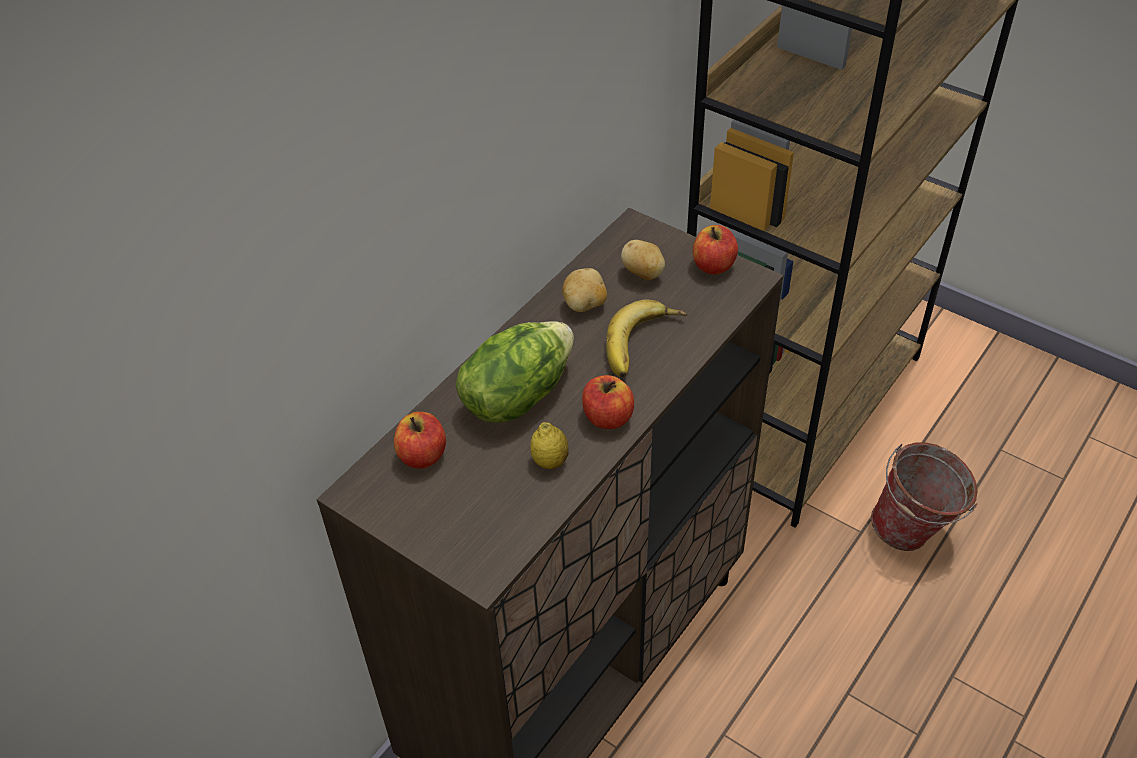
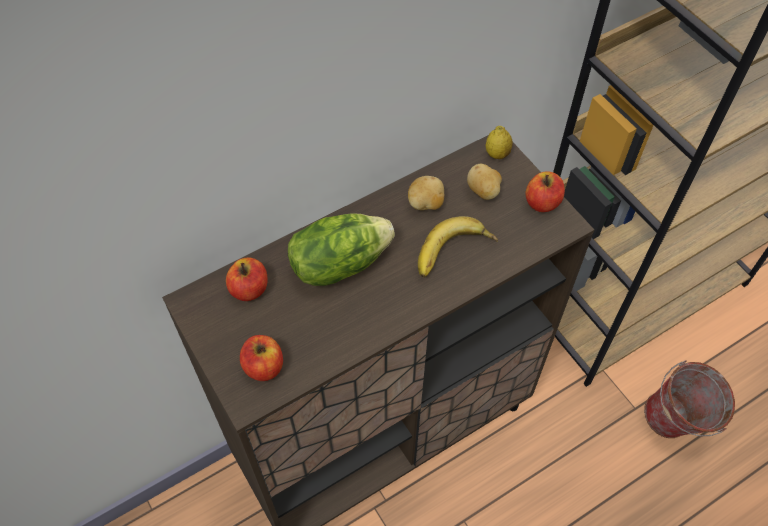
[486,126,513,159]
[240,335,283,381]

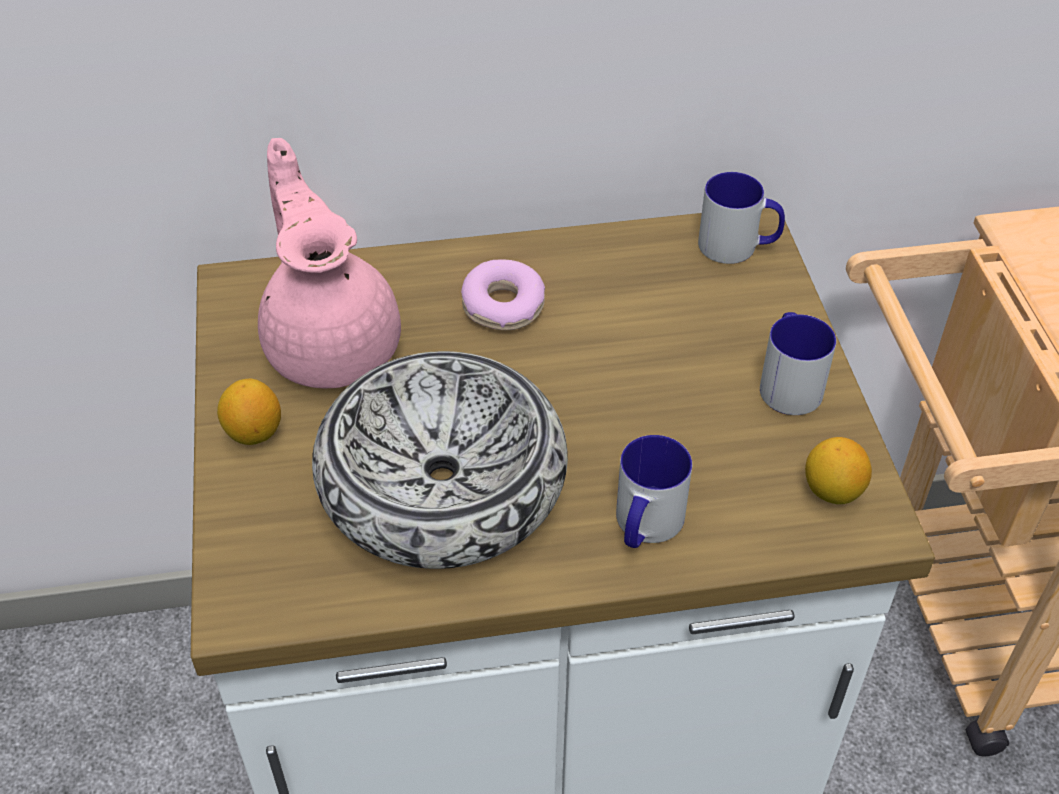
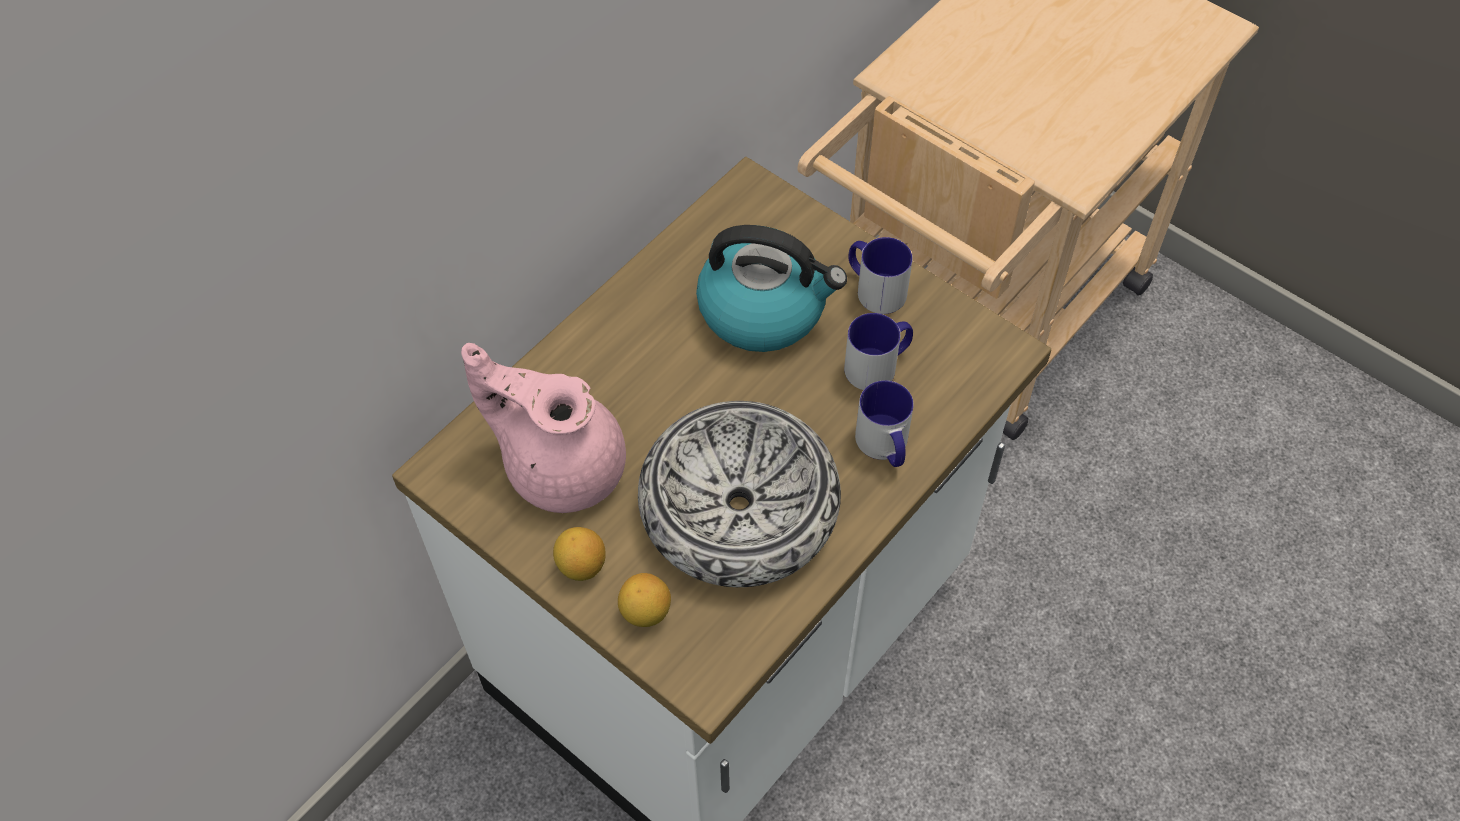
[461,259,545,330] (first image)
[696,225,847,352]
[844,313,913,390]
[618,573,671,627]

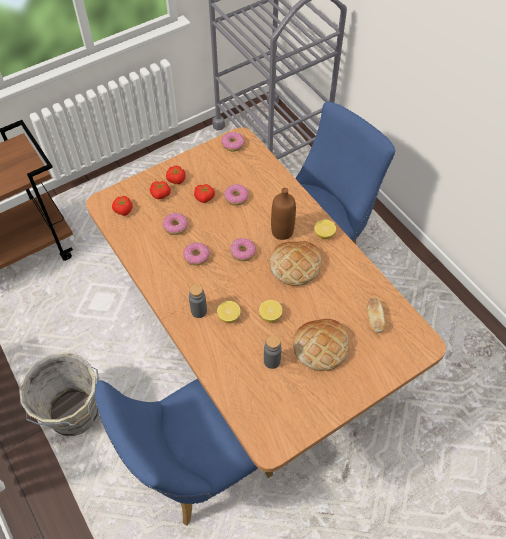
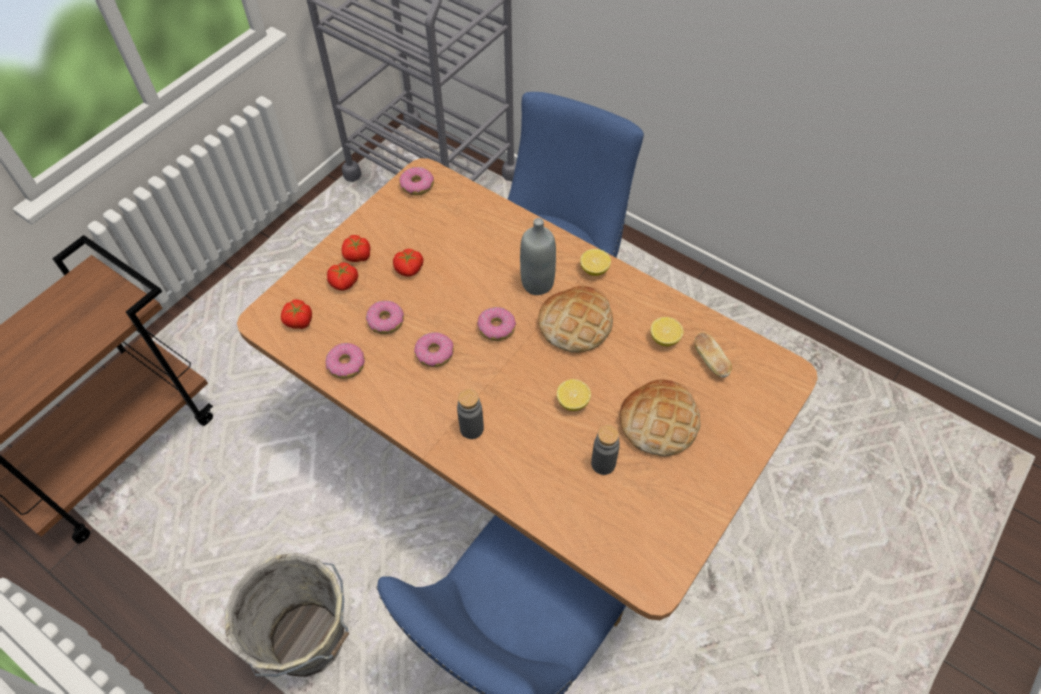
[651,317,684,346]
[325,343,365,379]
[520,218,556,295]

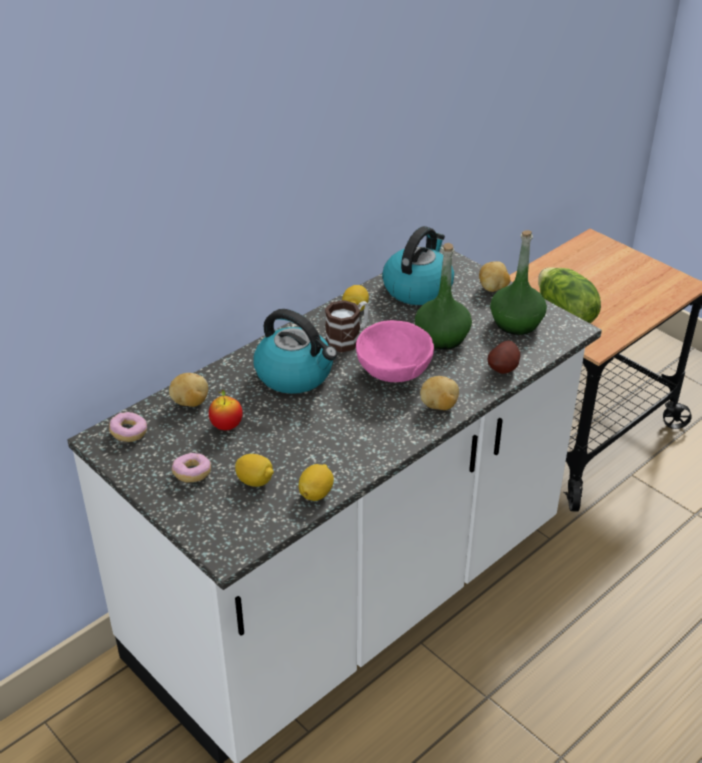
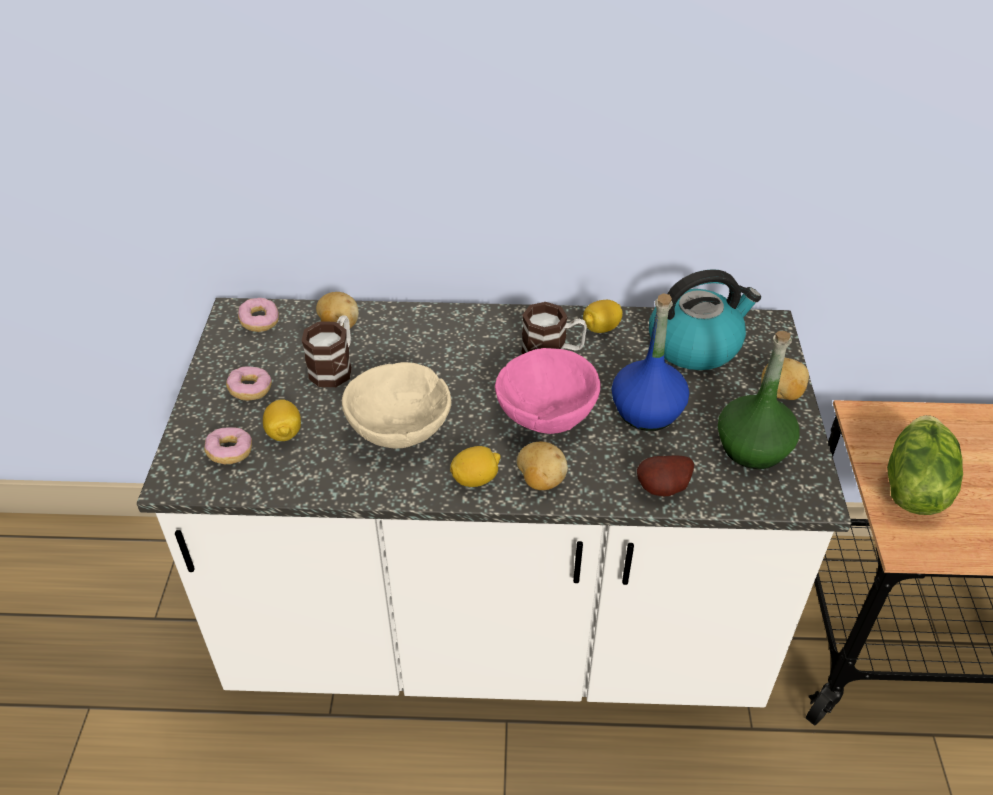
[253,309,337,394] (first image)
[204,427,252,464]
[342,362,451,448]
[450,446,500,487]
[302,315,352,387]
[612,293,689,431]

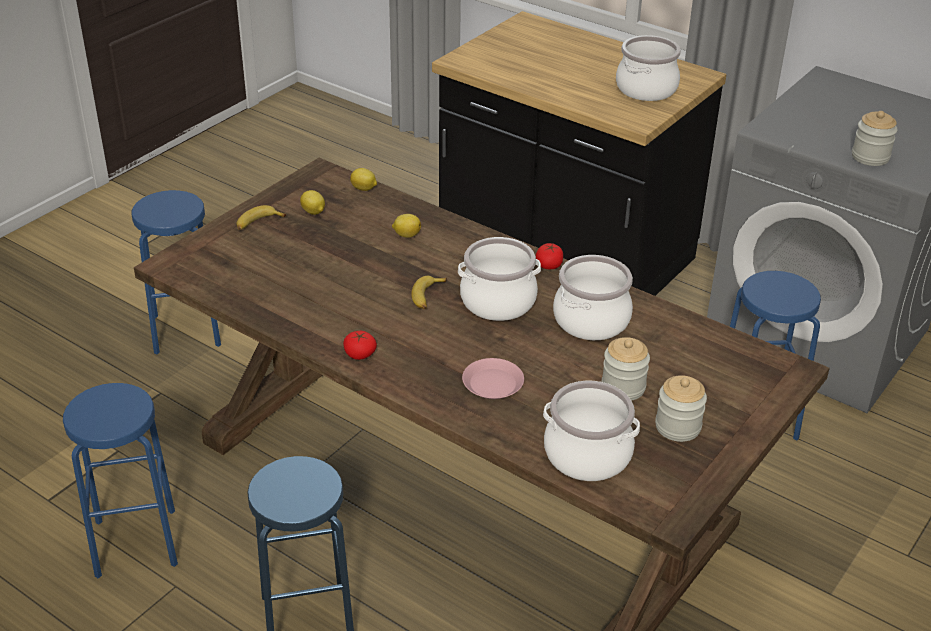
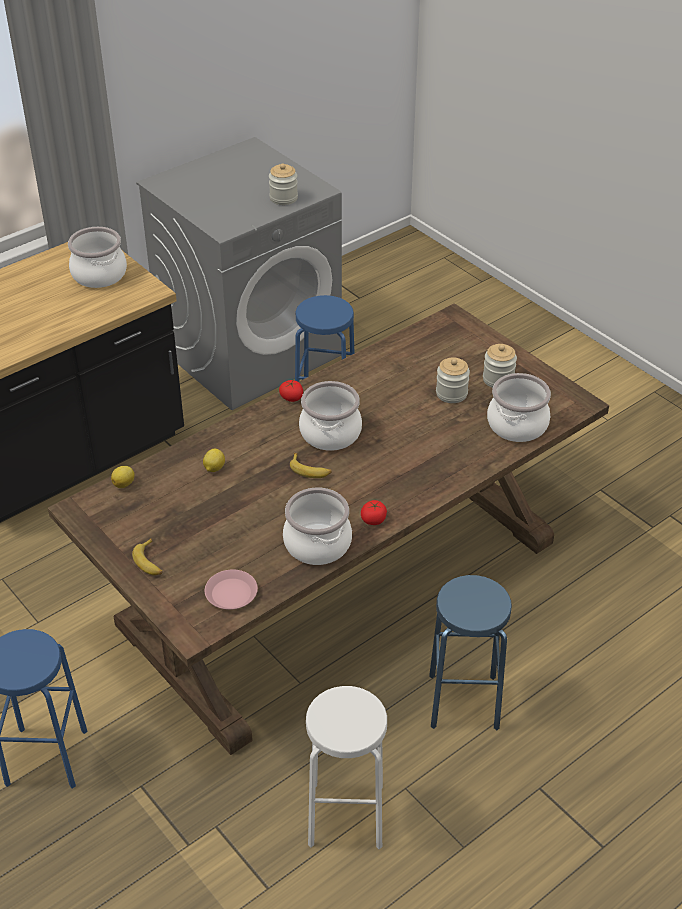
[300,190,325,215] (first image)
[205,570,258,610]
[283,488,352,565]
[306,686,387,849]

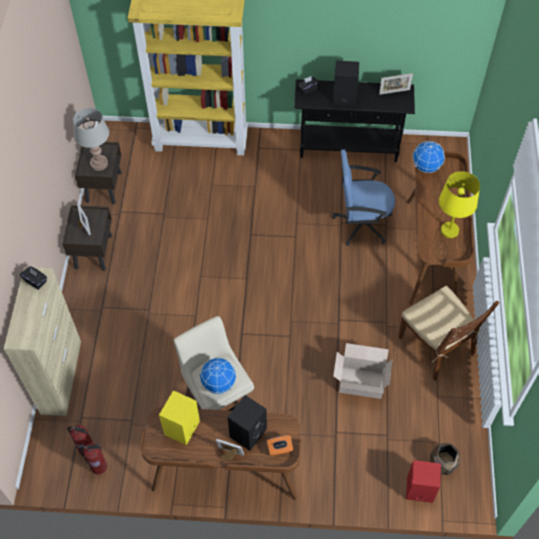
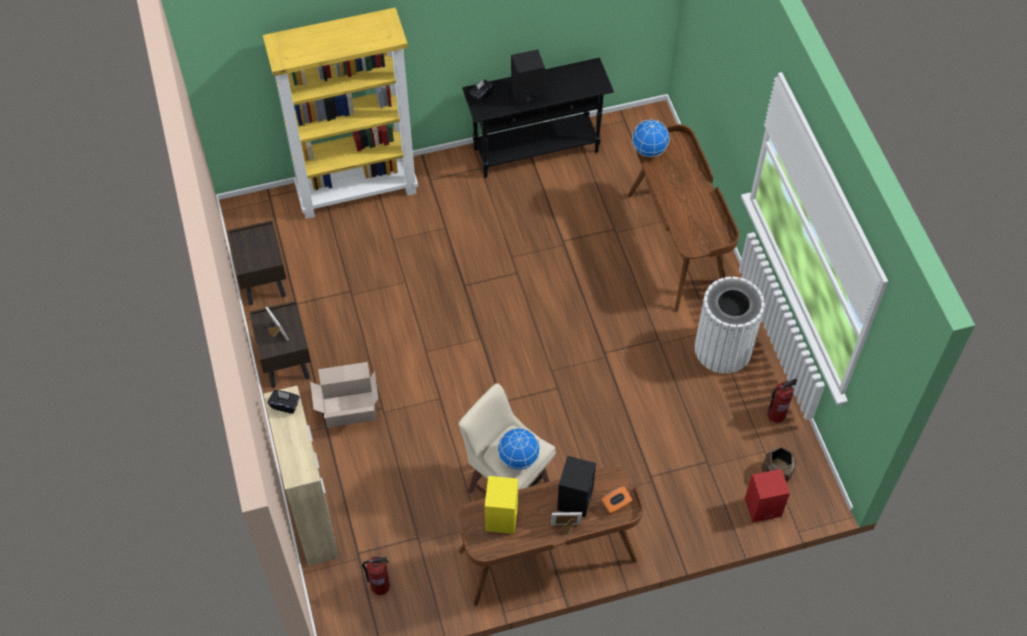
[73,108,109,171] (first image)
[332,149,395,246] (first image)
[379,73,413,95] (first image)
[439,171,480,238] (first image)
[768,379,797,423]
[310,362,378,428]
[694,277,765,374]

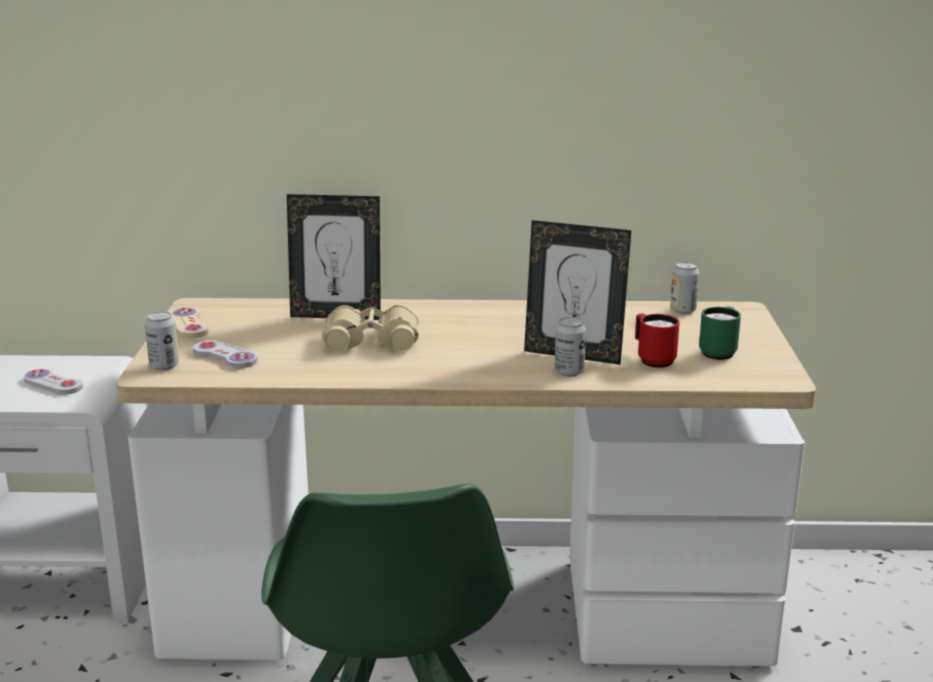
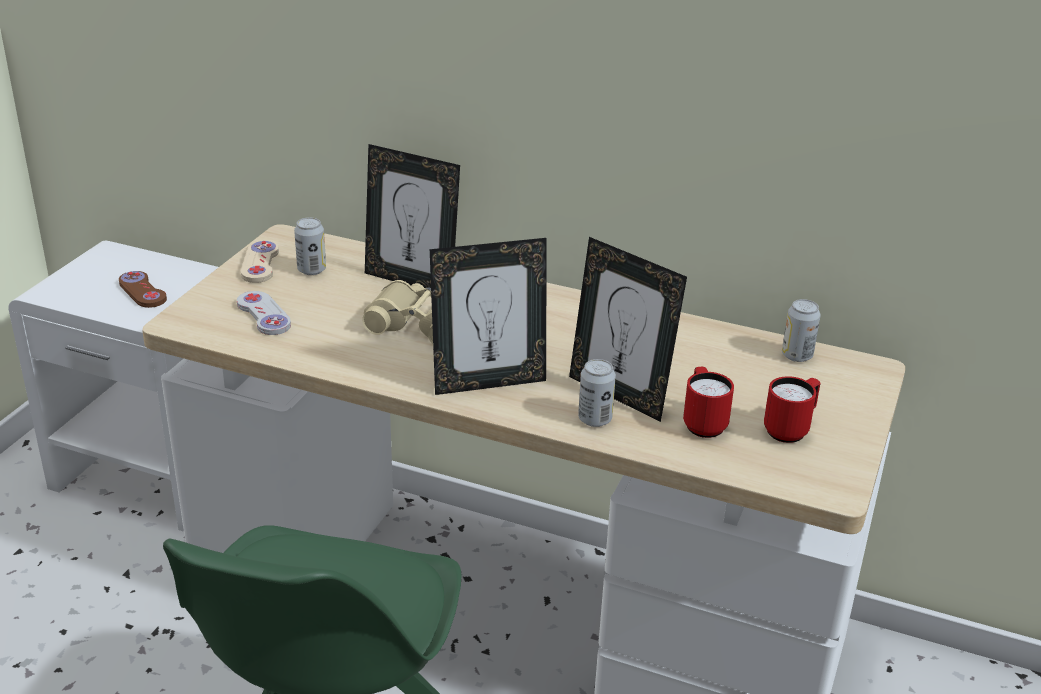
[430,238,547,395]
[294,217,326,275]
[119,271,167,308]
[764,376,821,443]

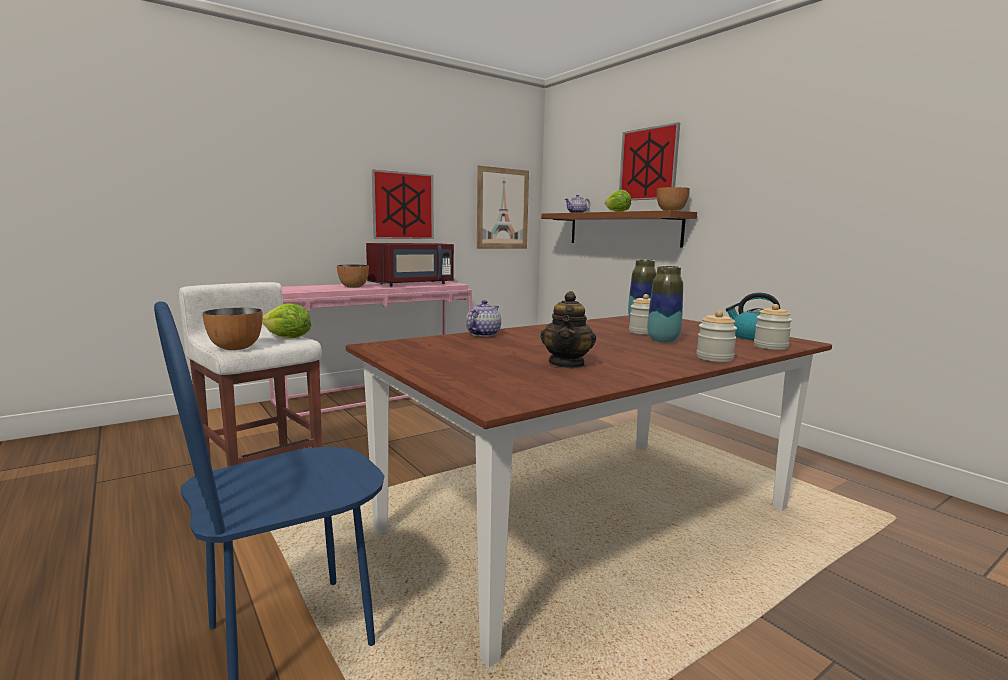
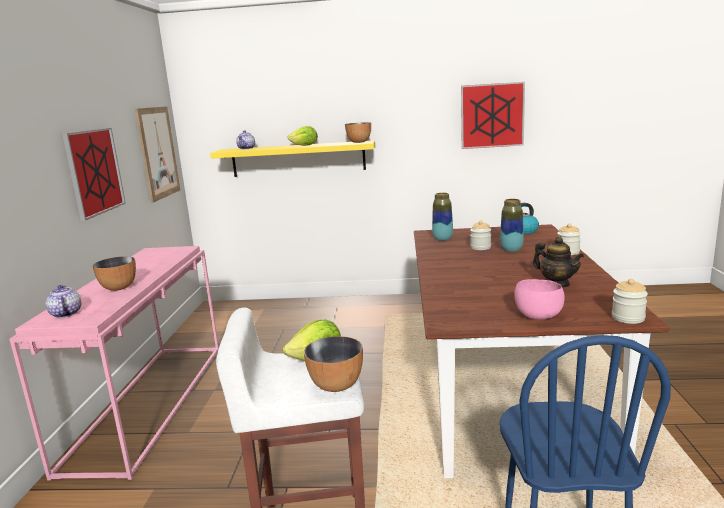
[366,243,454,286] (first image)
[514,279,565,320]
[46,285,81,318]
[461,82,525,149]
[612,279,648,324]
[210,140,375,177]

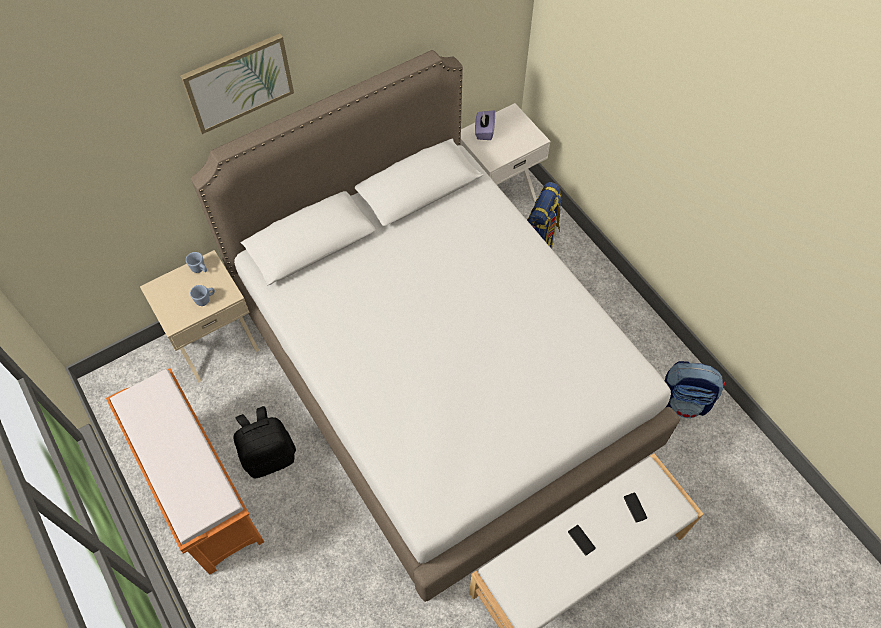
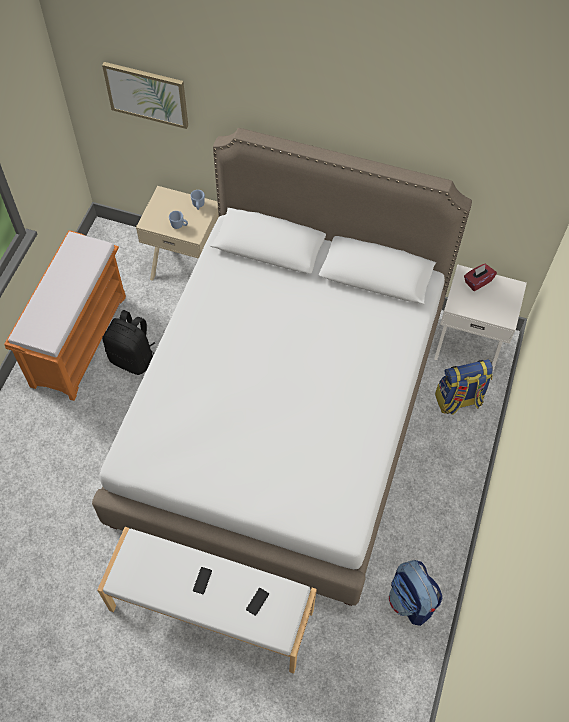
[102,62,188,129]
[464,264,497,291]

